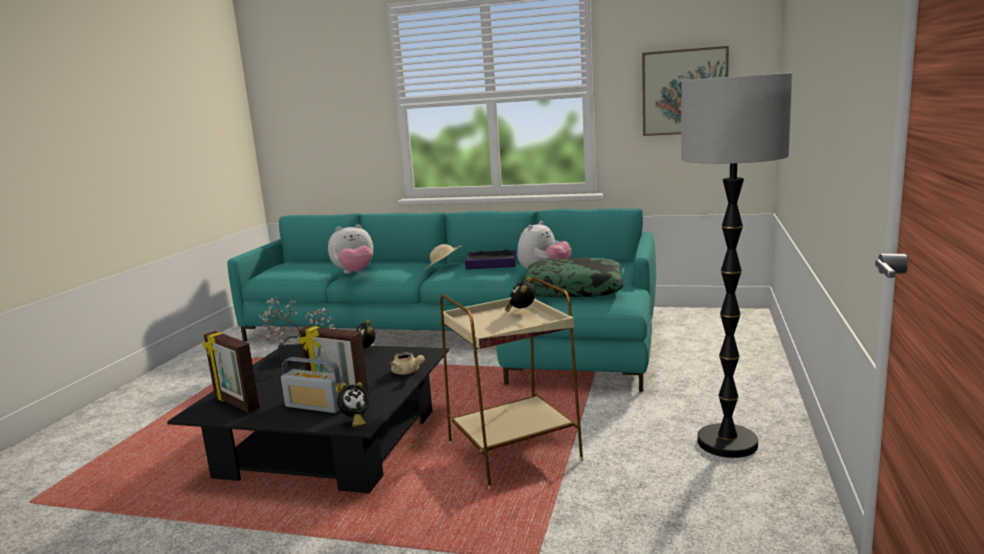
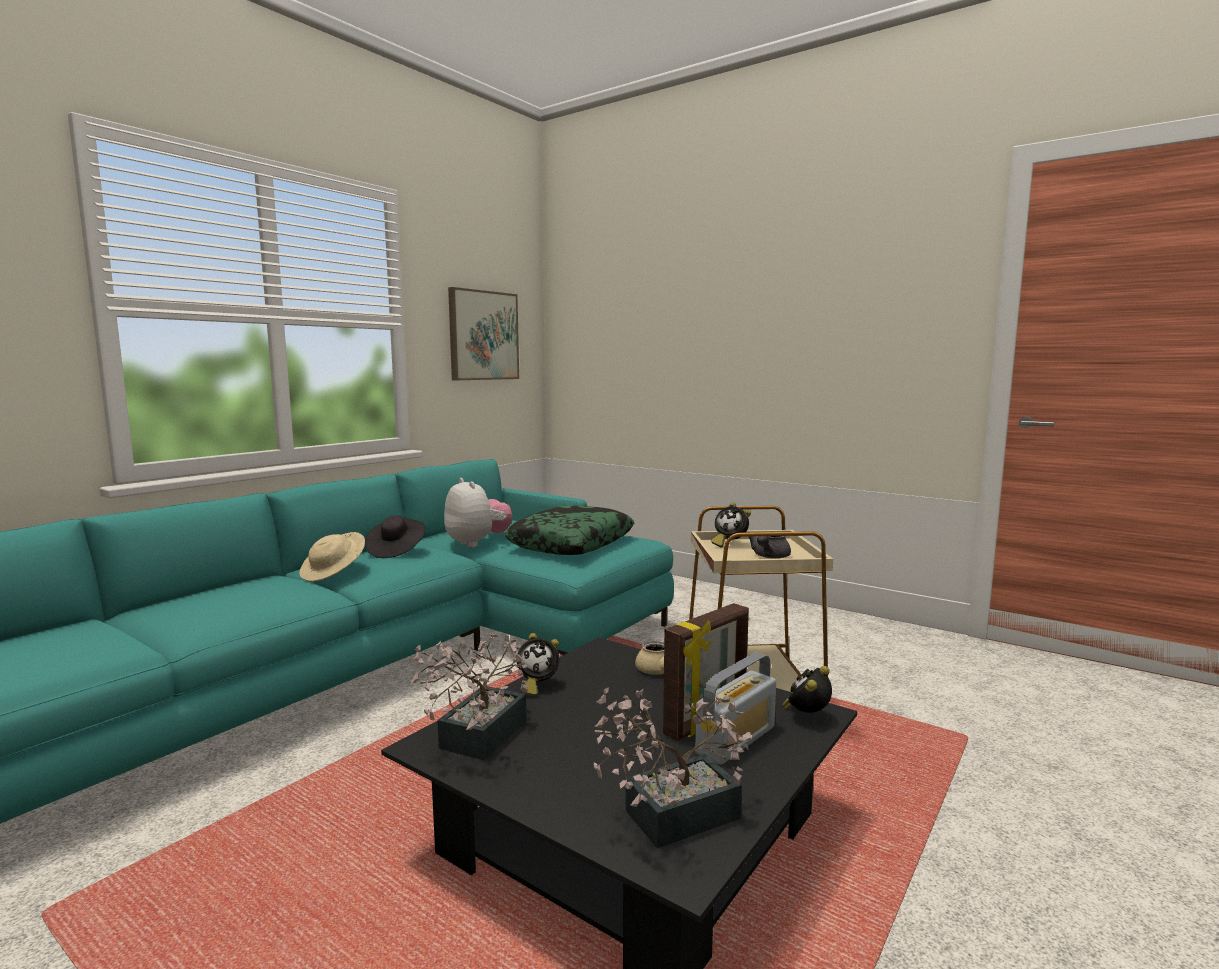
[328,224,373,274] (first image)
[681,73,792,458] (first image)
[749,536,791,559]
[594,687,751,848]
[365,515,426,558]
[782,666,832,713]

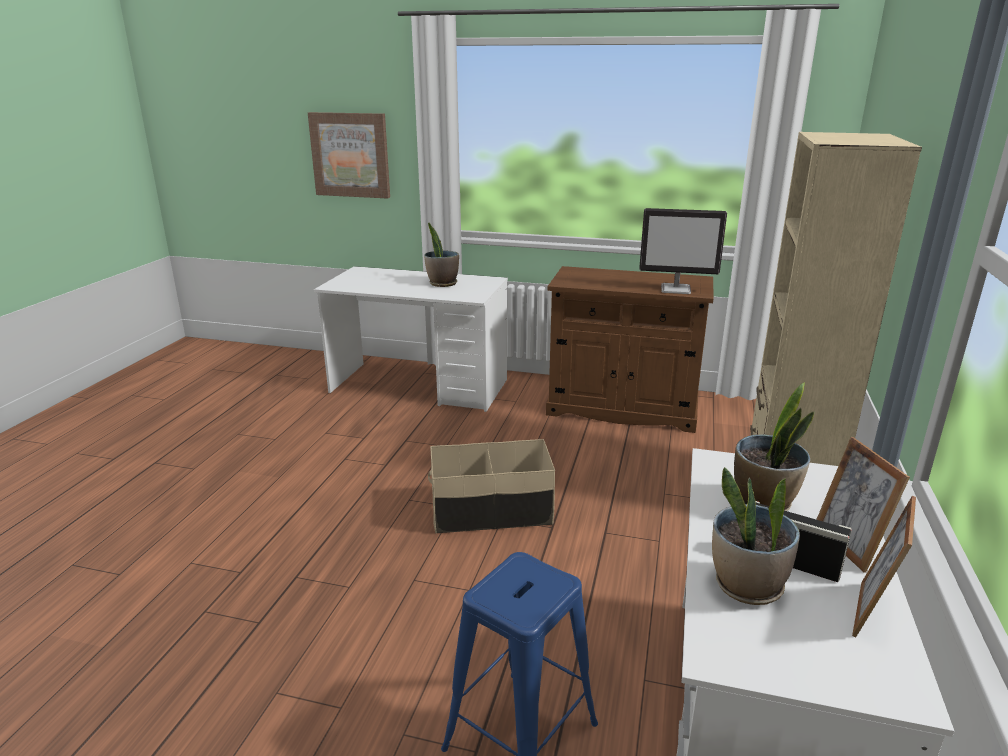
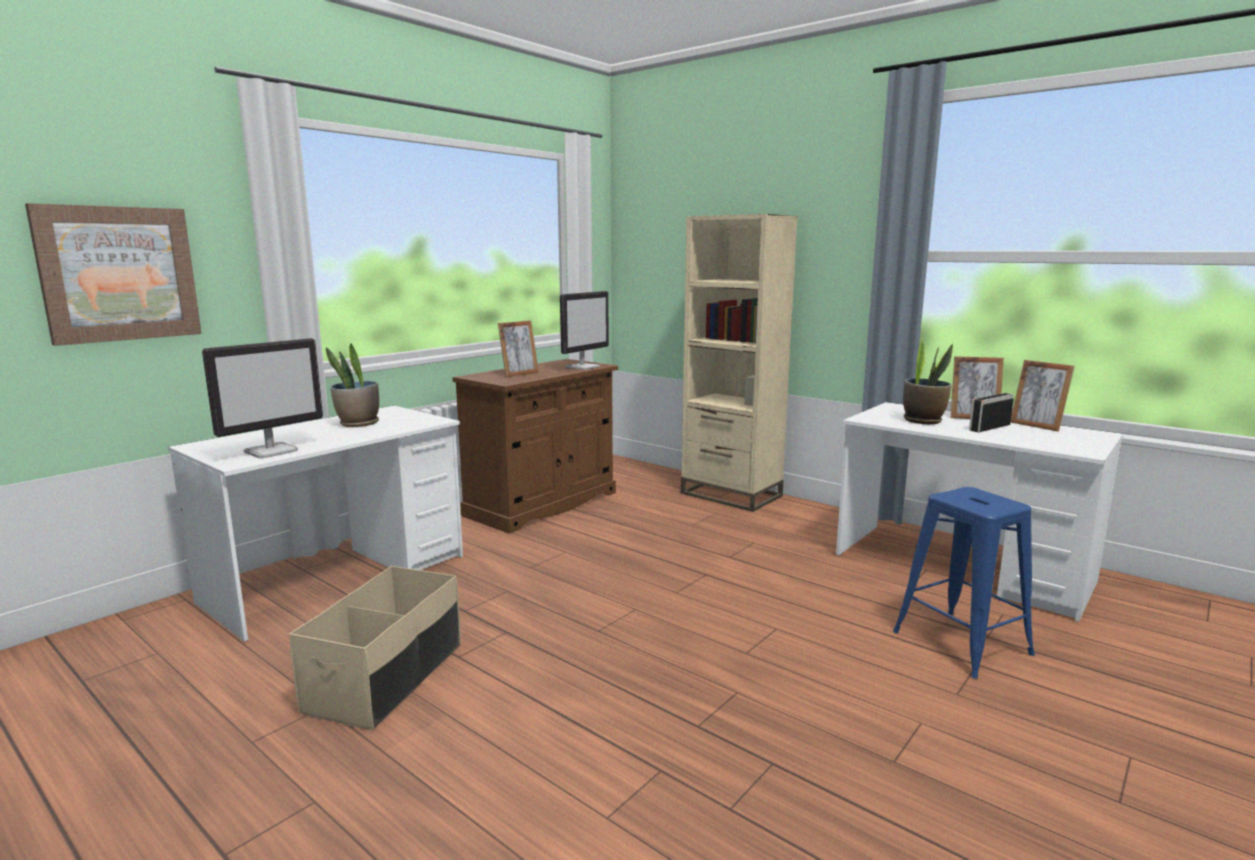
[712,467,800,605] (first image)
[202,338,323,458]
[498,321,539,377]
[289,566,461,730]

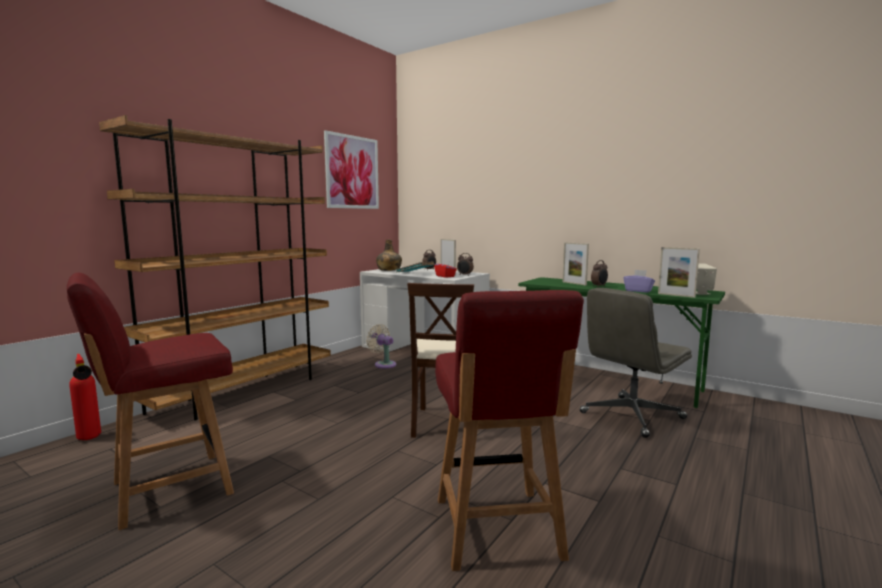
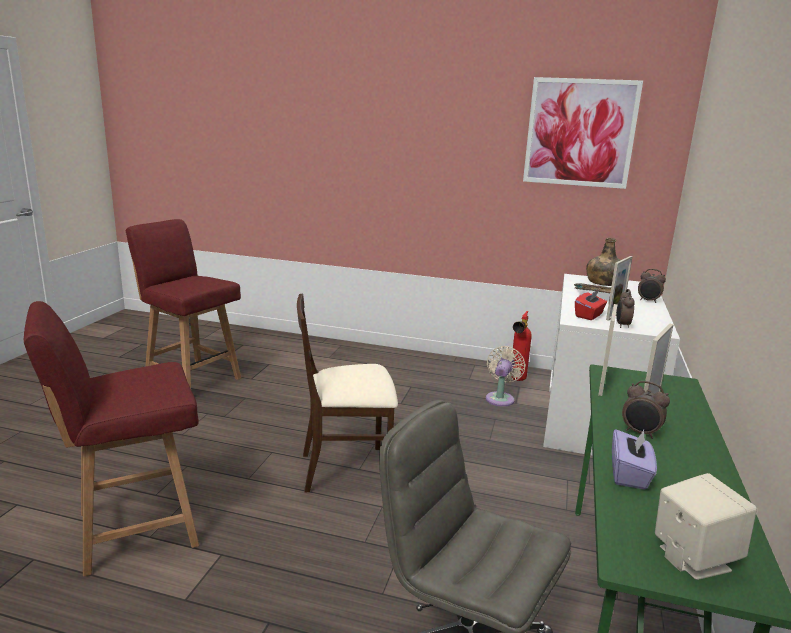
[99,115,331,421] (first image)
[511,311,532,381]
[598,304,617,396]

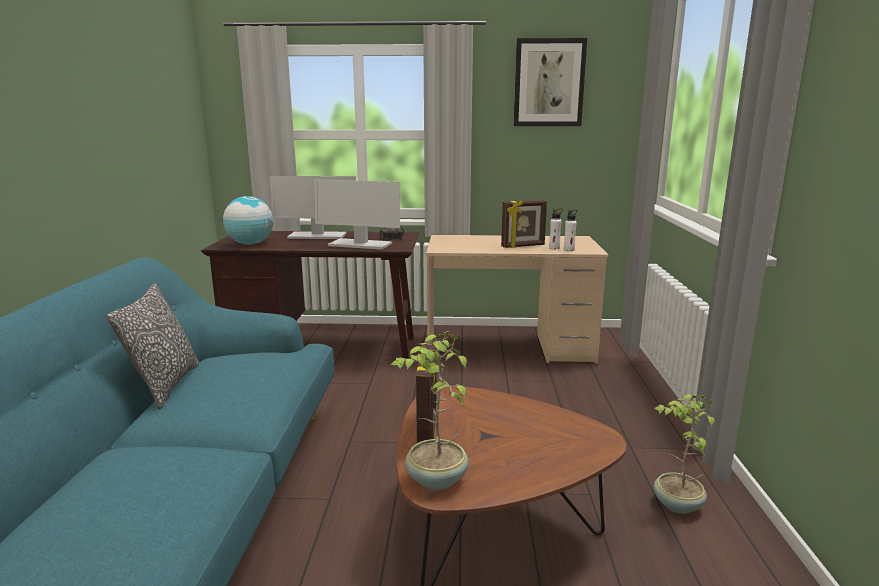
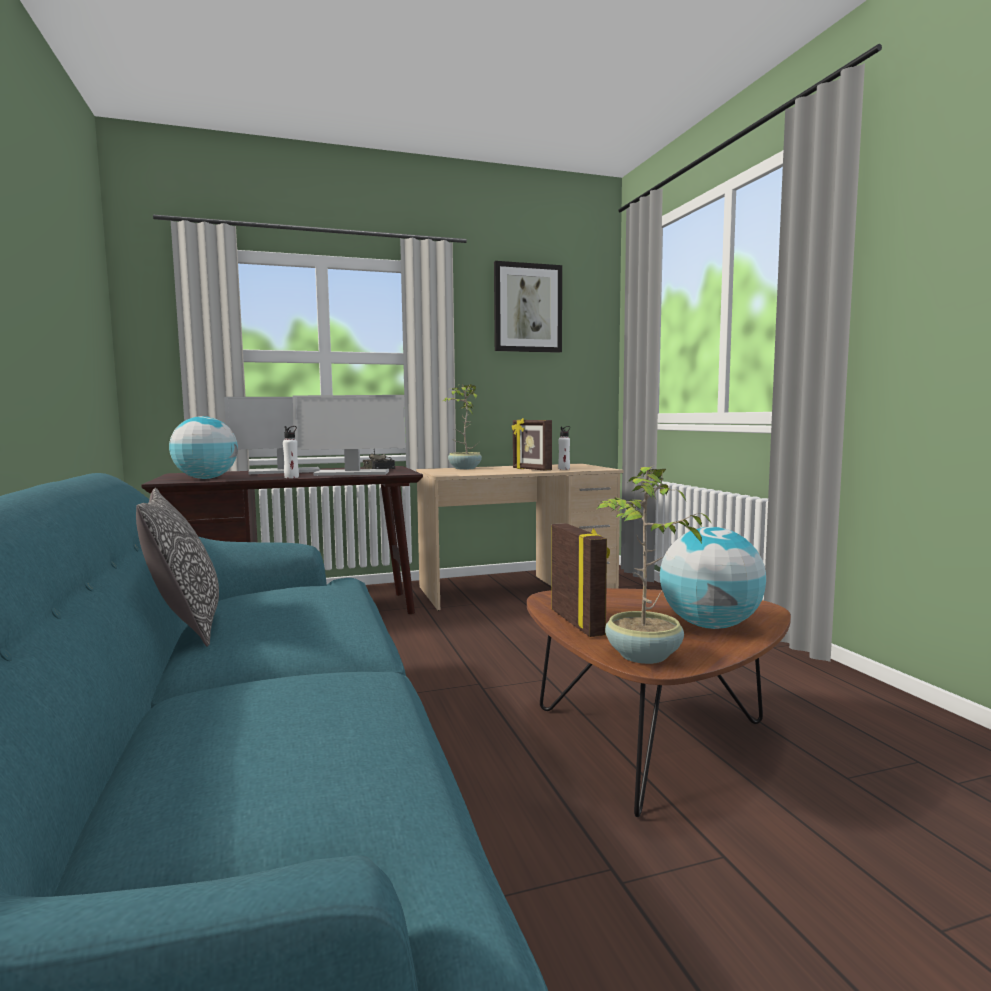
[660,527,766,629]
[283,426,299,478]
[443,384,482,470]
[512,418,552,471]

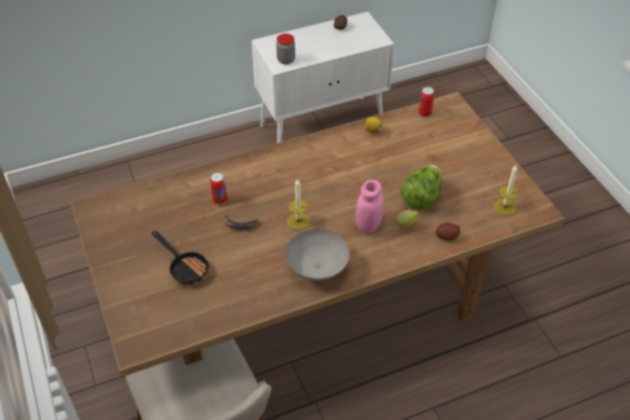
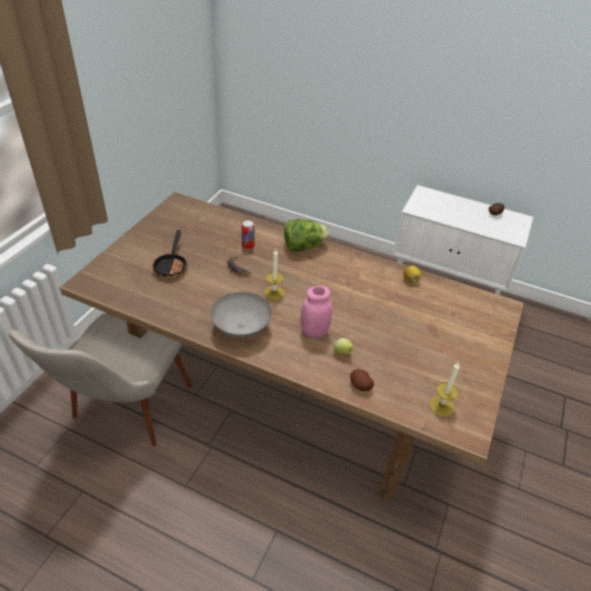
[276,34,295,64] (first image)
[419,87,434,117] (first image)
[284,219,329,252]

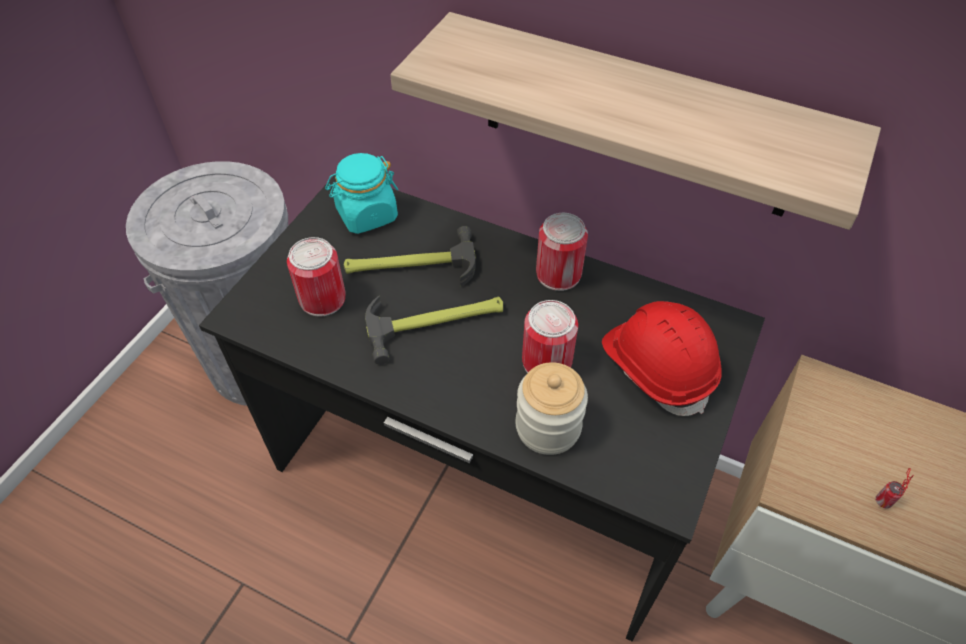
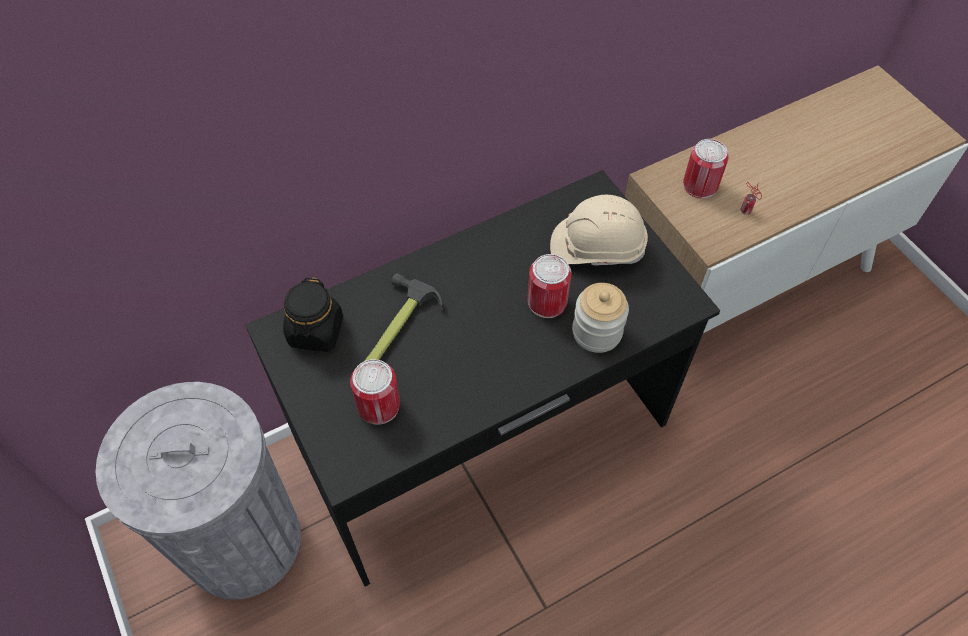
[365,296,503,365] (first image)
[390,12,881,230] (first image)
[683,139,729,199]
[283,277,343,352]
[550,195,648,266]

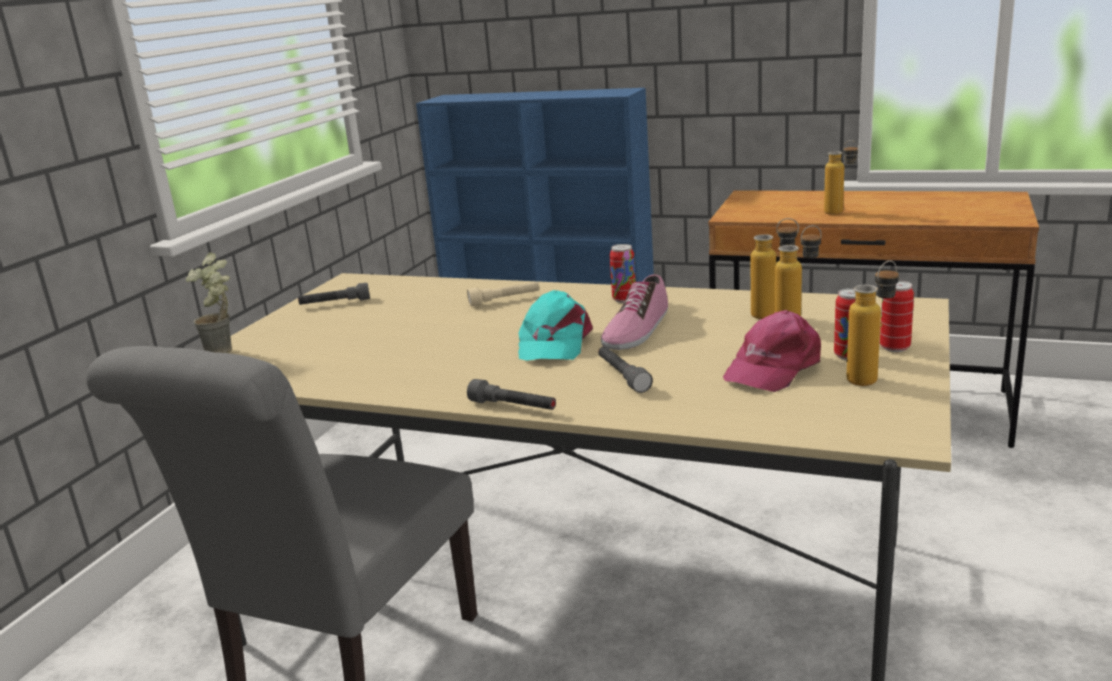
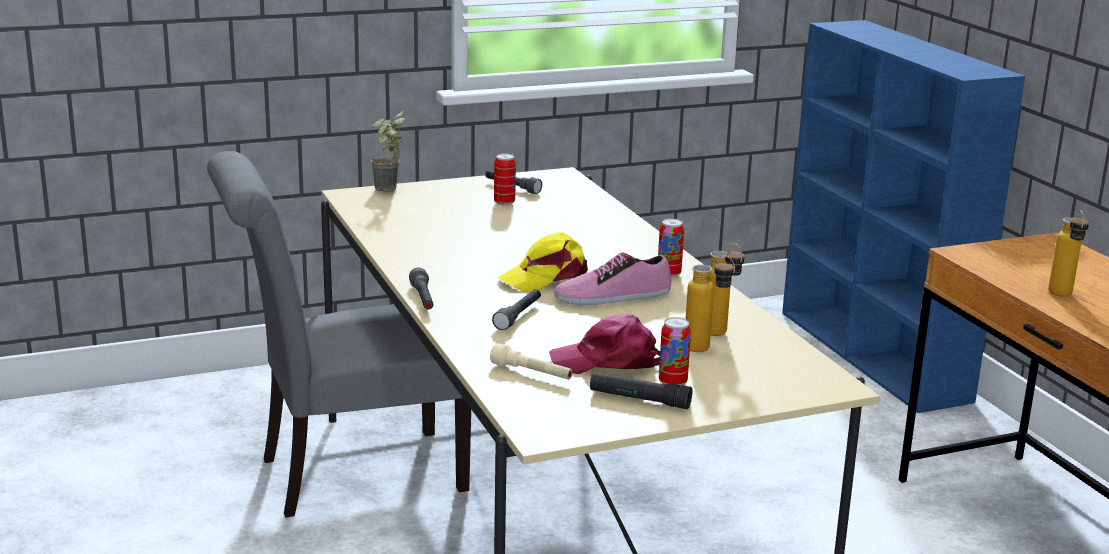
[490,343,573,380]
[494,153,516,205]
[590,372,692,409]
[498,232,588,293]

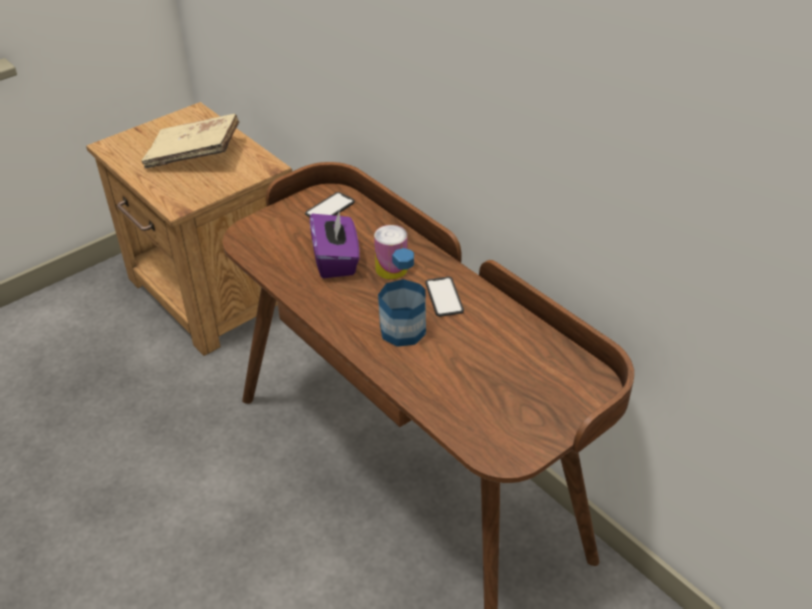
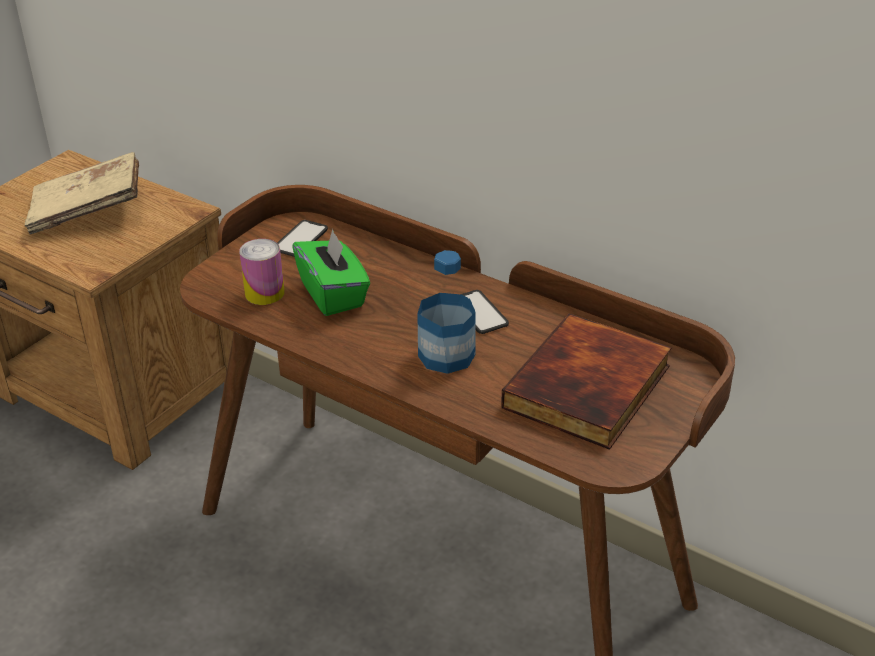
[501,313,672,450]
[239,239,285,305]
[292,229,370,316]

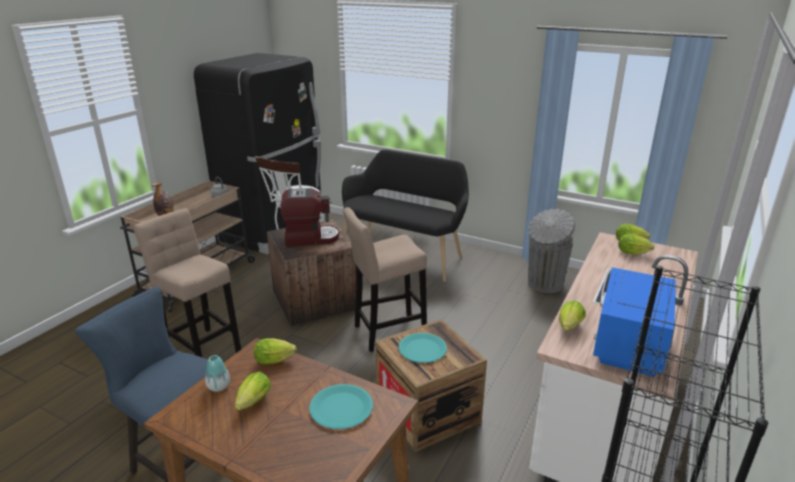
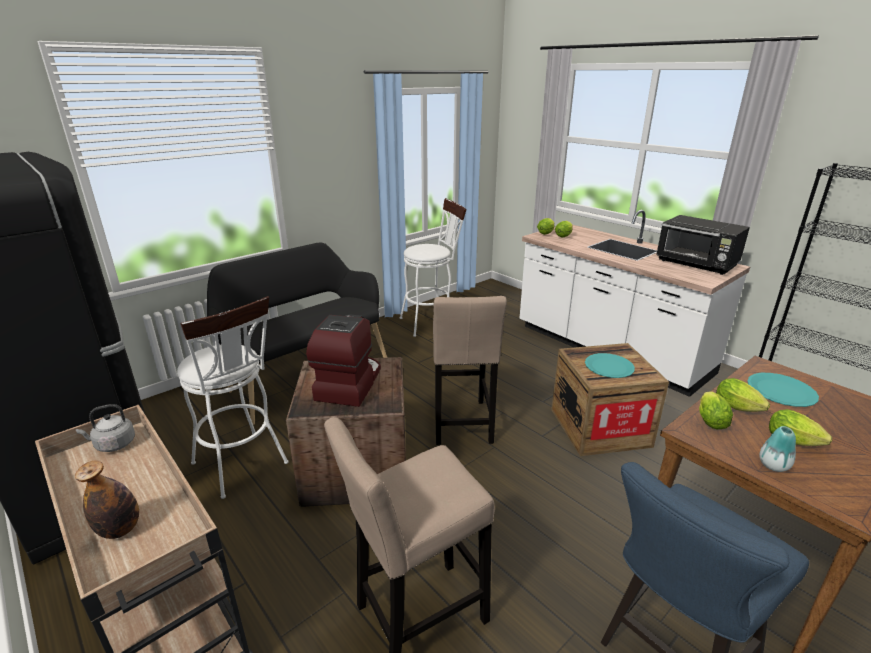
[716,378,770,412]
[400,198,466,337]
[656,215,750,275]

